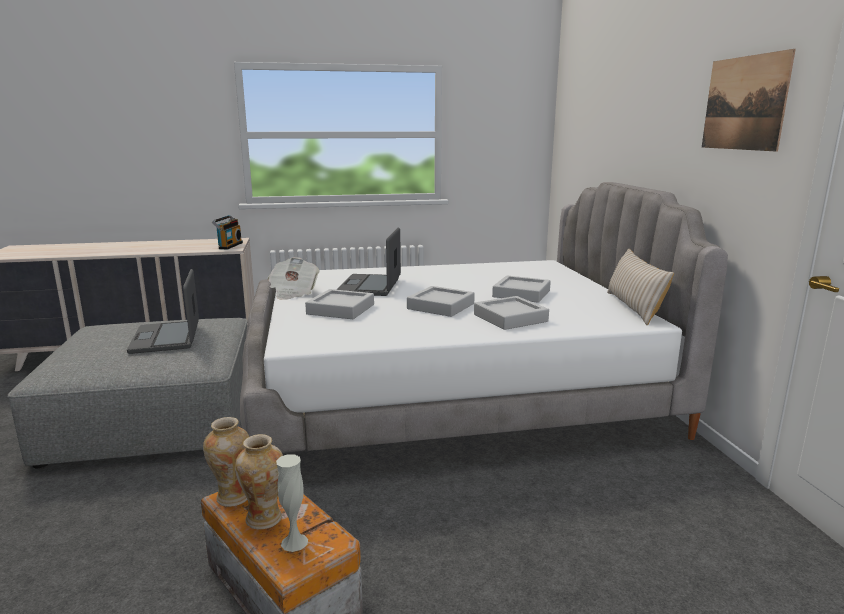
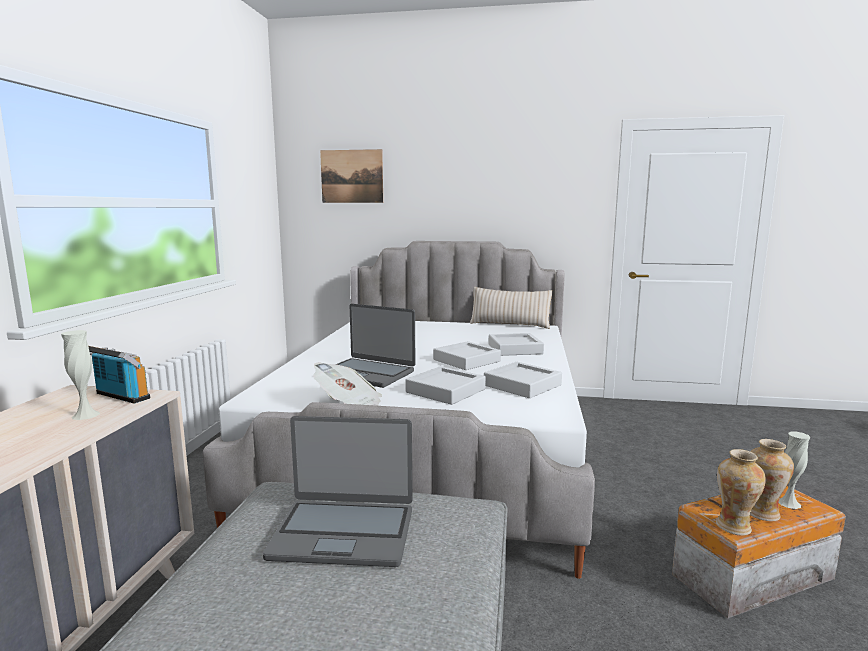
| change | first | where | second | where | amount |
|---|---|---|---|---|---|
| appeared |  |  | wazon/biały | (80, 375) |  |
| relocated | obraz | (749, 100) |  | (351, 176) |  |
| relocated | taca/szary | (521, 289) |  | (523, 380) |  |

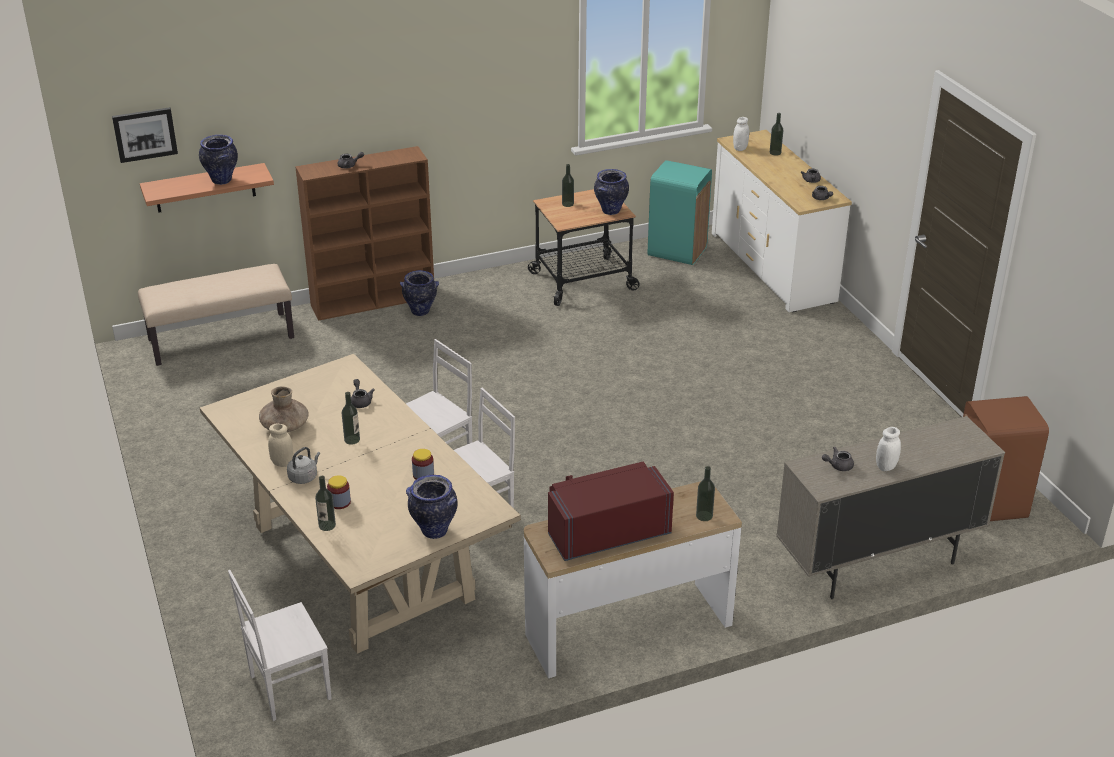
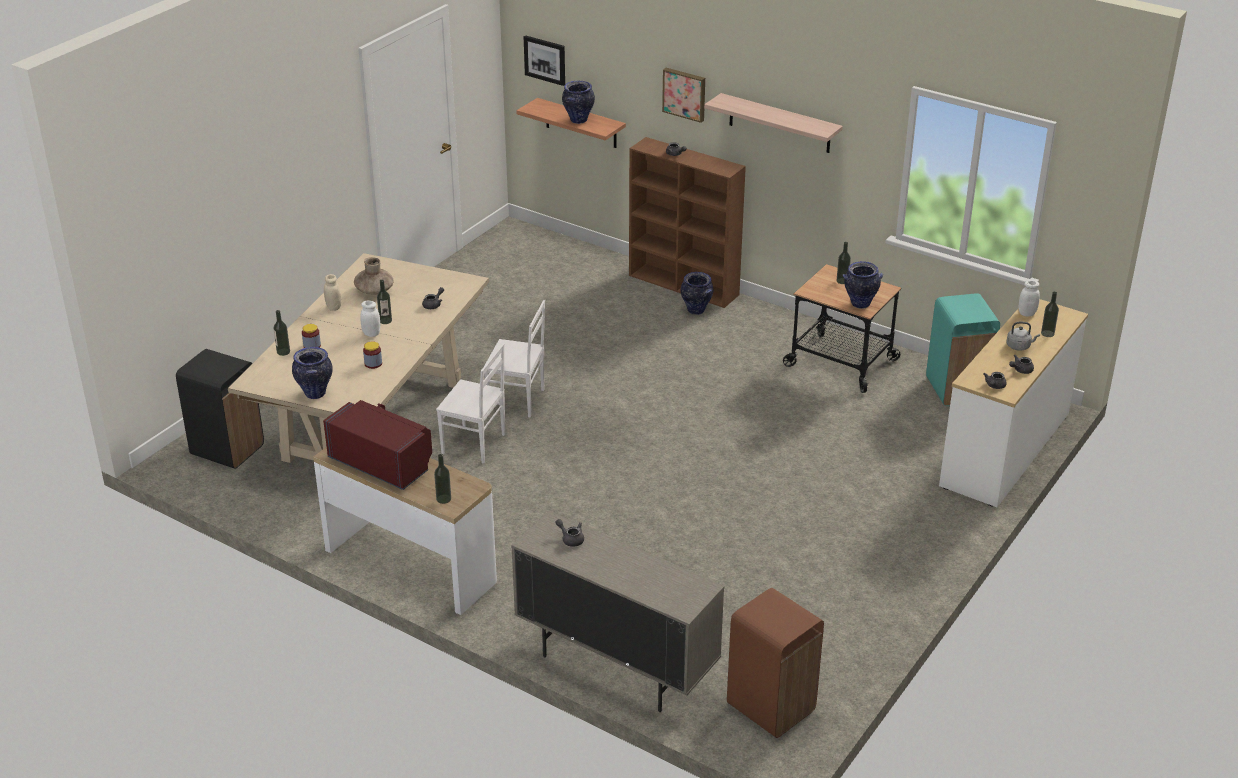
| change | first | where | second | where | amount |
|---|---|---|---|---|---|
| exchanged | krzesło/biały | (280, 645) | kosz na śmieci/czarny | (220, 409) |  |
| relocated | słoik/biały | (888, 449) |  | (370, 318) |  |
| appeared |  |  | obraz | (683, 95) |  |
| appeared |  |  | półka | (773, 123) |  |
| relocated | czajnik/szary | (303, 465) |  | (1023, 336) |  |
| missing | ławka/beżowy | (216, 315) |  |  |  |

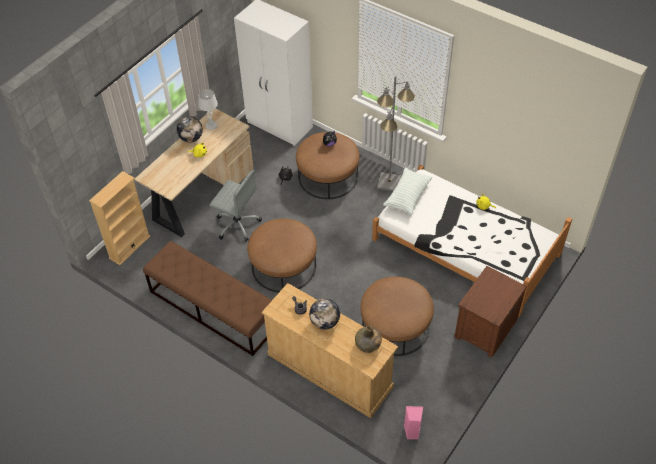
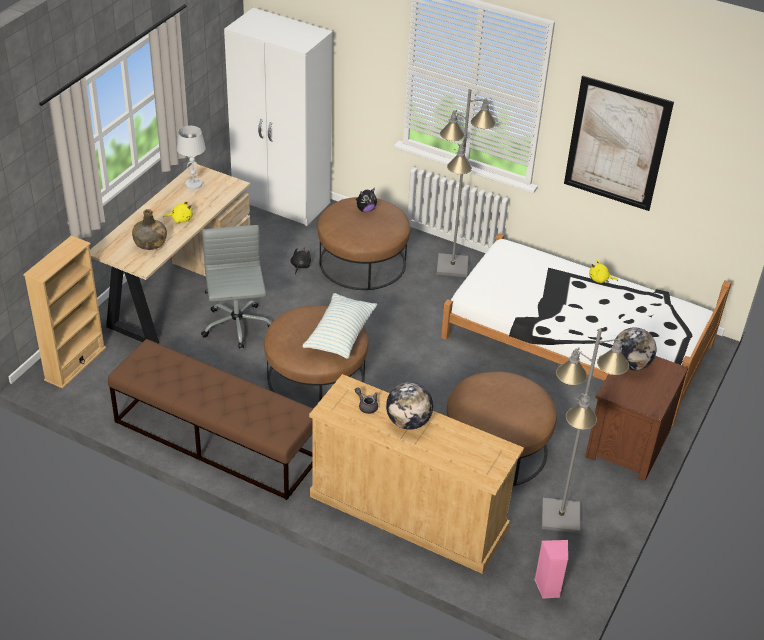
| change | first | where | second | where | amount |
|---|---|---|---|---|---|
| relocated | butelka/zielony | (368, 339) |  | (149, 229) |  |
| spun | krzesło biurowe/szary | (235, 205) |  | (236, 287) | 120 degrees counterclockwise |
| relocated | poduszka | (407, 191) |  | (340, 326) |  |
| appeared |  |  | lampa stojąca/szary | (585, 431) |  |
| appeared |  |  | obraz | (619, 143) |  |
| relocated | globus | (190, 129) |  | (635, 349) |  |

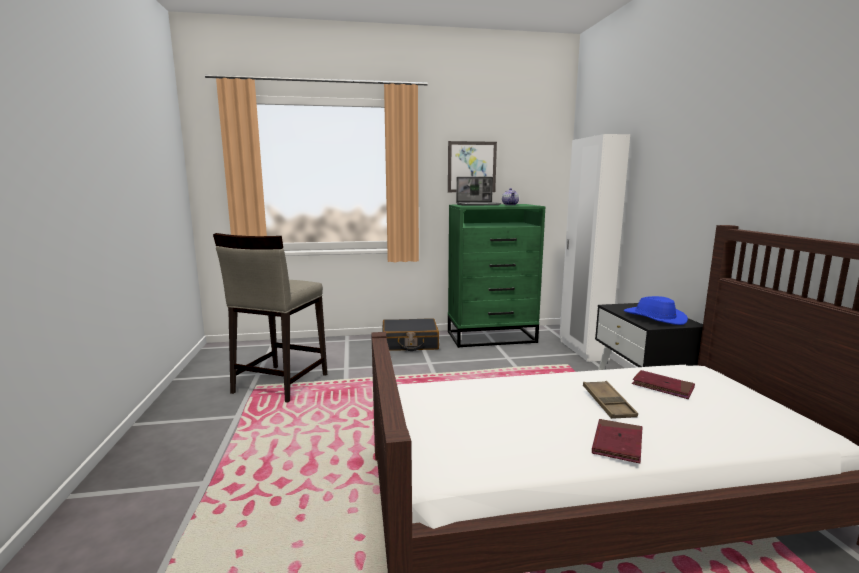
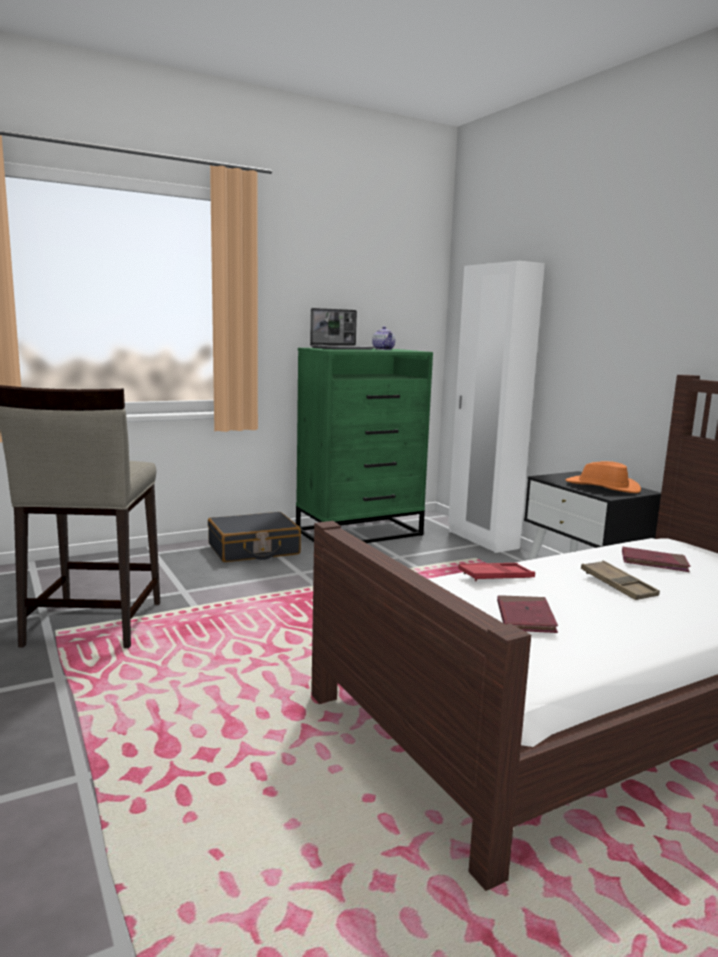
| change | first | where | second | where | amount |
|---|---|---|---|---|---|
| appeared |  |  | taca/czerwony | (496, 572) |  |
| relocated | książka/czerwony | (617, 441) |  | (527, 614) |  |
| colour | kapelusz/niebieski | (656, 310) | kapelusz/pomarańczowy | (603, 477) |  |
| missing | obraz | (472, 166) |  |  |  |

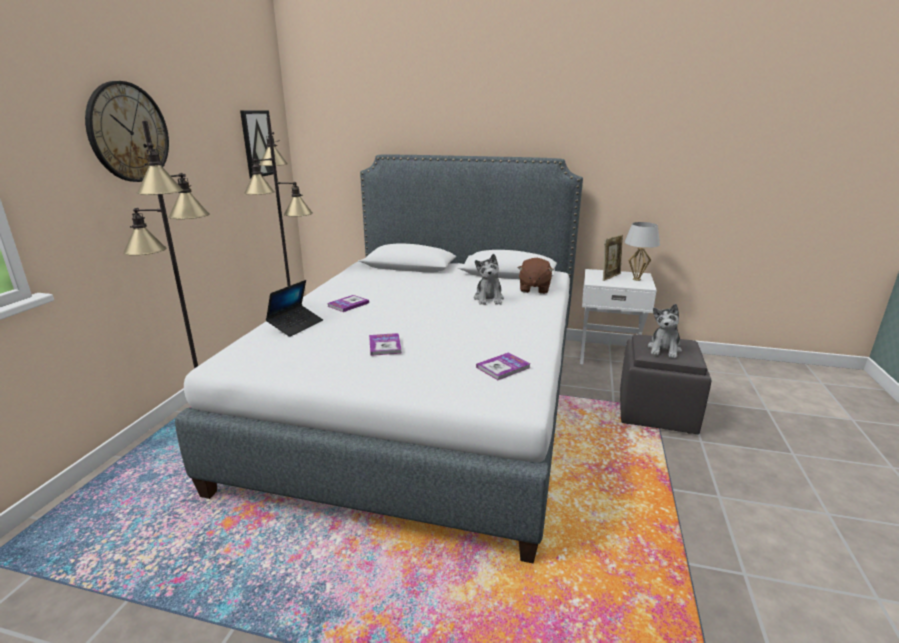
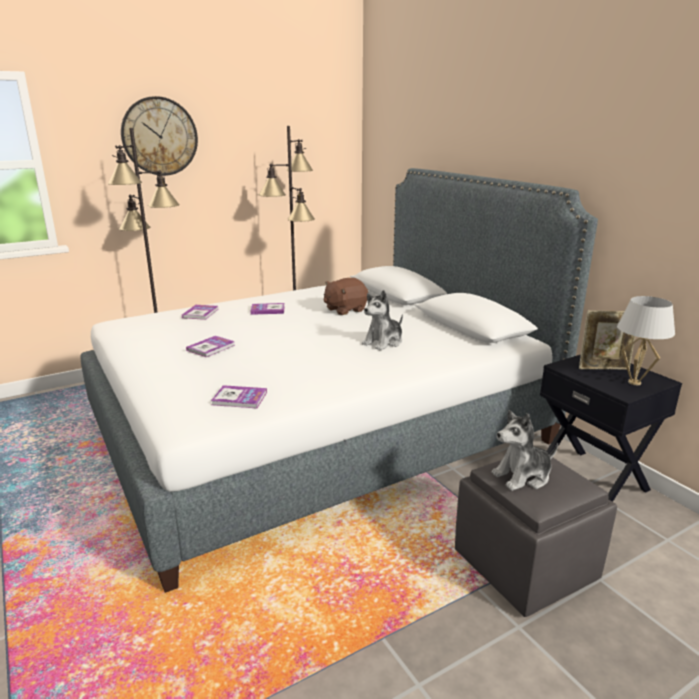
| change | first | where | second | where | amount |
|---|---|---|---|---|---|
| exchanged | laptop | (294, 308) | książka | (200, 312) |  |
| relocated | pluszak/brązowy | (536, 276) |  | (346, 296) |  |
| colour | szafka nocna/biały | (618, 316) | szafka nocna/czarny | (611, 428) |  |
| missing | obraz | (256, 144) |  |  |  |

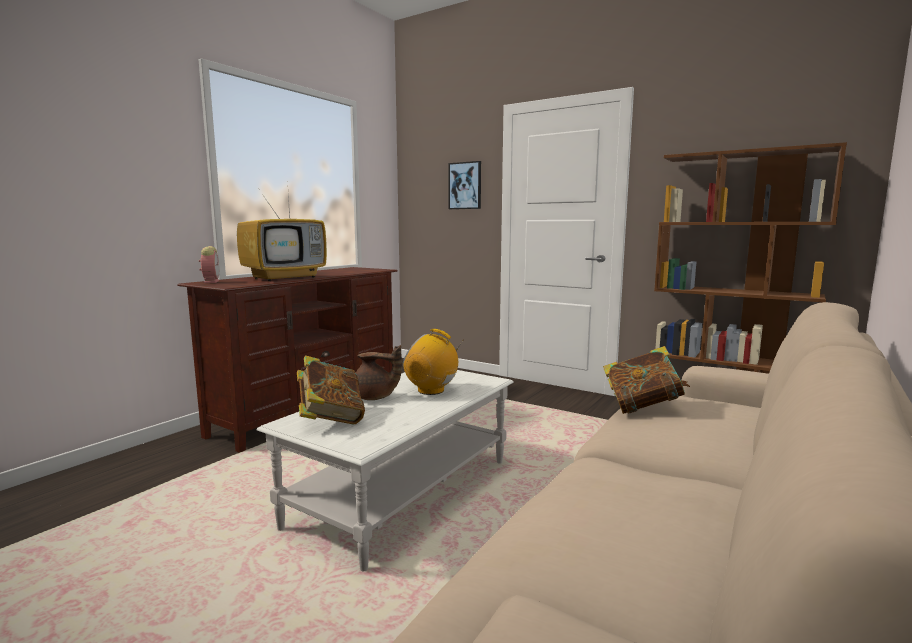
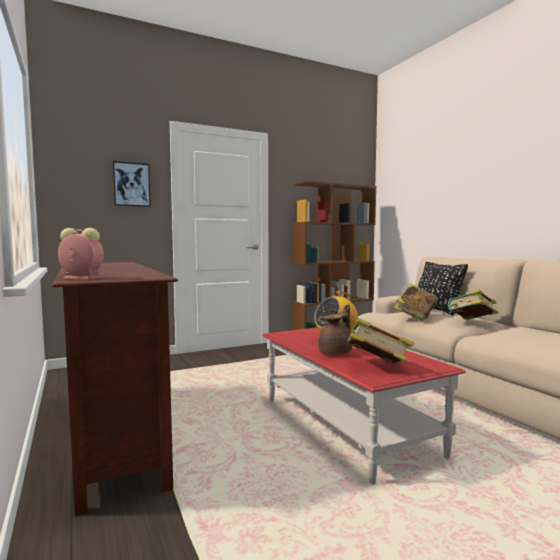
| change | first | where | second | where | amount |
|---|---|---|---|---|---|
| colour | ława/biały | (385, 471) | ława/czerwony | (364, 406) |  |
| appeared |  |  | poduszka/czarny | (443, 288) |  |
| appeared |  |  | książka | (473, 305) |  |
| missing | telewizor | (282, 230) |  |  |  |

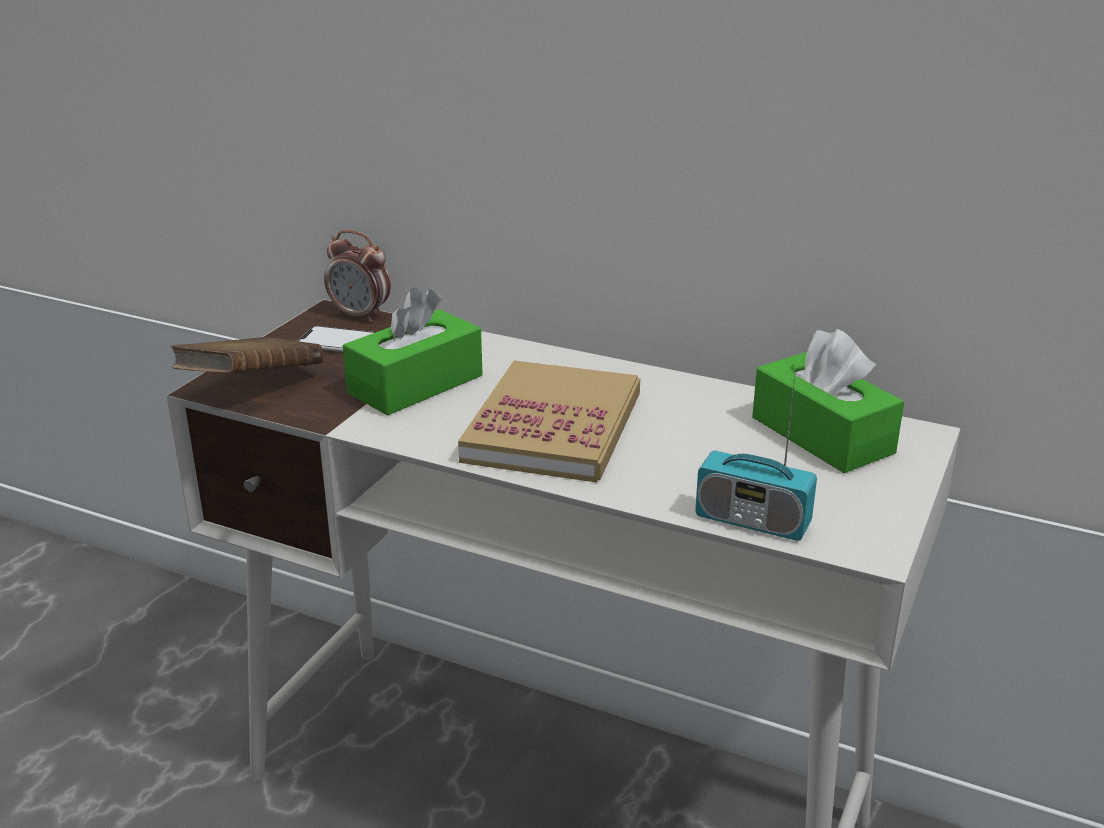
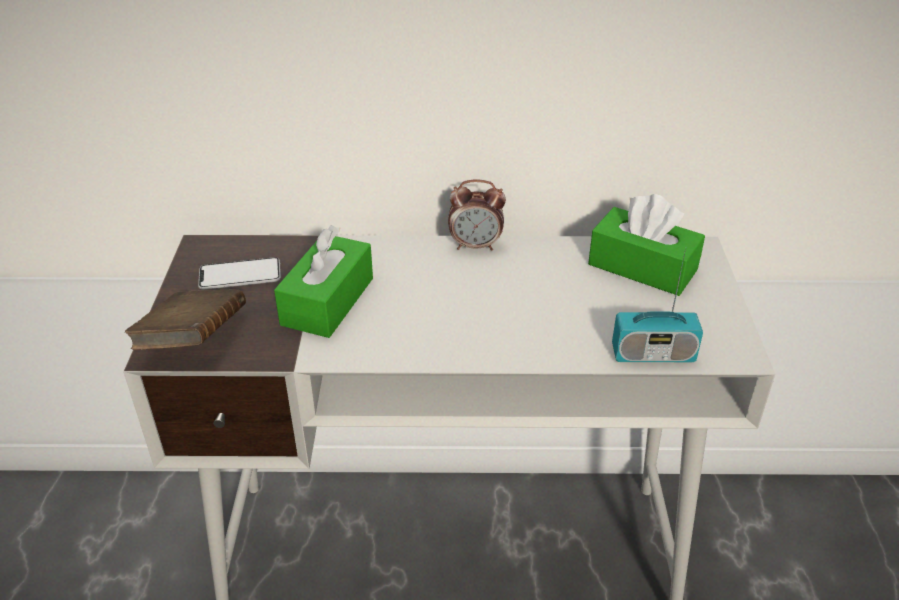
| change | first | where | second | where | amount |
|---|---|---|---|---|---|
| relocated | budzik | (357, 276) |  | (477, 215) |  |
| missing | książka | (549, 421) |  |  |  |

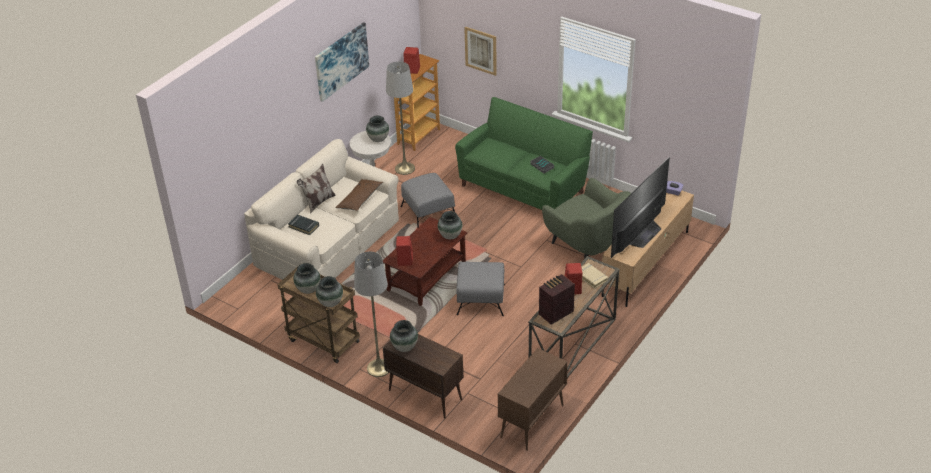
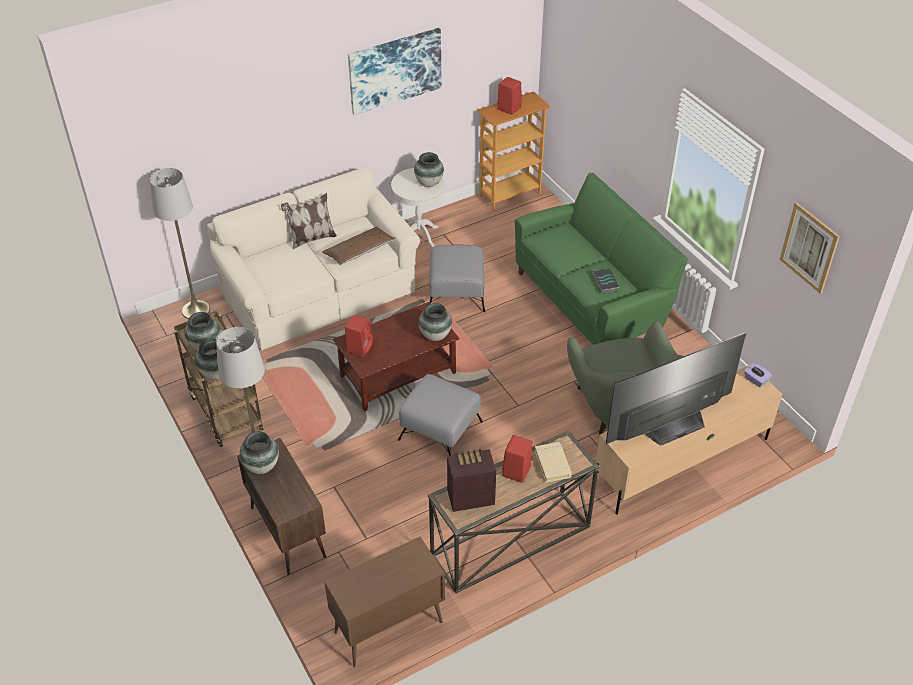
| change | first | where | second | where | amount |
|---|---|---|---|---|---|
| relocated | lampa stojąca/szary | (400, 118) |  | (180, 243) |  |
| relocated | obraz | (480, 51) |  | (810, 248) |  |
| missing | książka/czarny | (303, 225) |  |  |  |

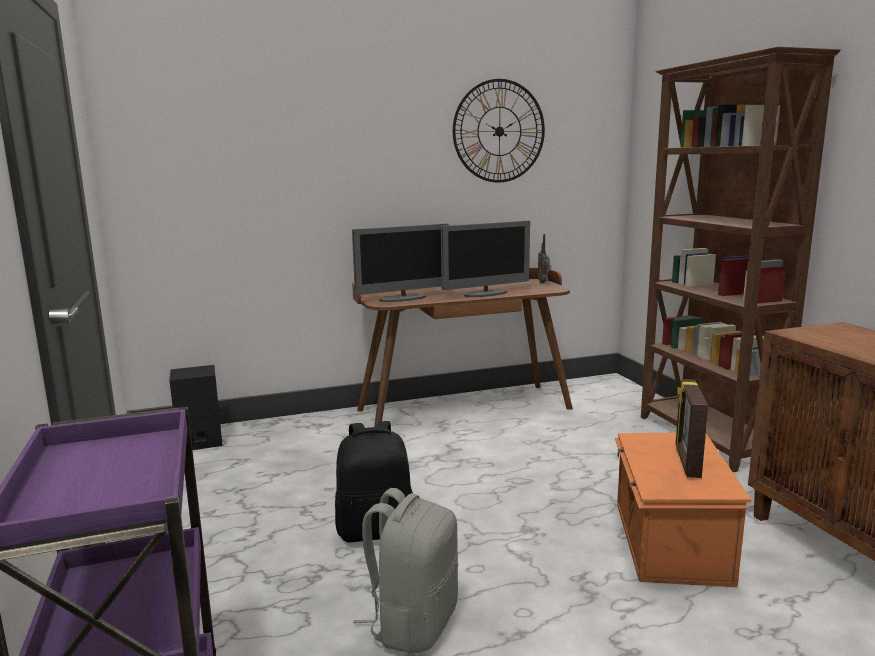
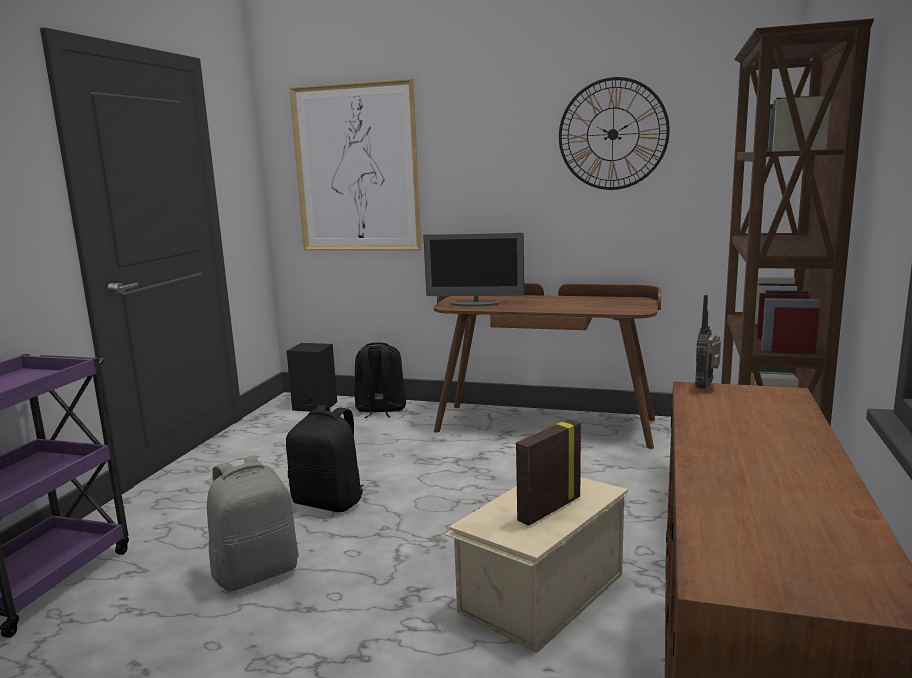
| change | first | where | second | where | amount |
|---|---|---|---|---|---|
| appeared |  |  | obraz | (355, 164) |  |
| appeared |  |  | plecak/czarny | (380, 380) |  |
| colour | pojemnik do przechowywania/pomarańczowy | (683, 510) | pojemnik do przechowywania/beżowy | (536, 565) |  |
| relocated | radio | (544, 258) |  | (708, 342) |  |
| missing | monitor | (485, 259) |  |  |  |

